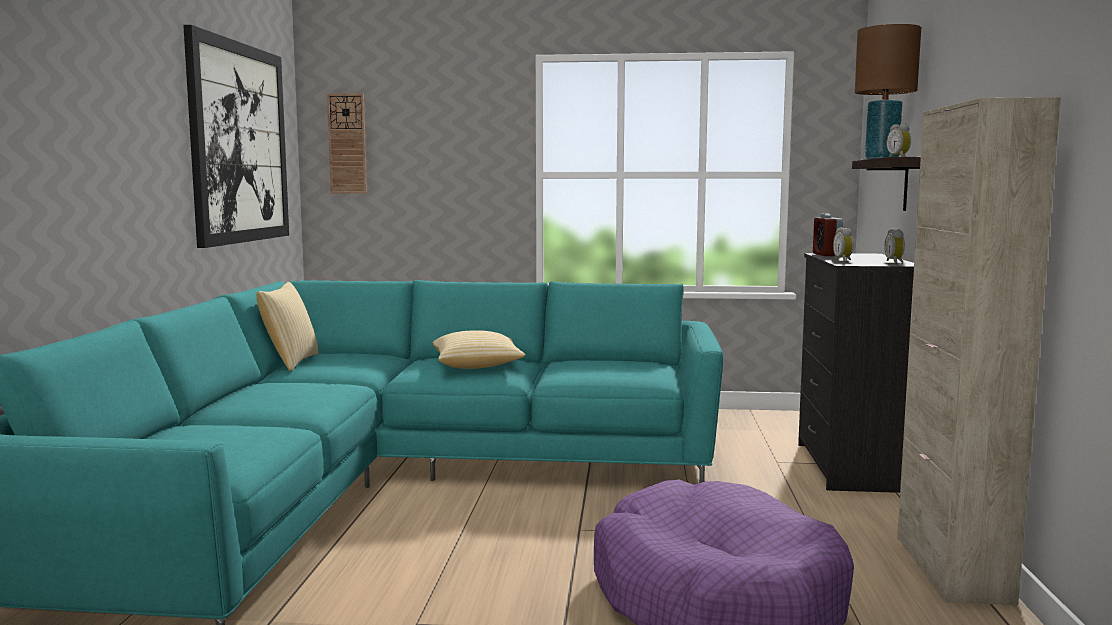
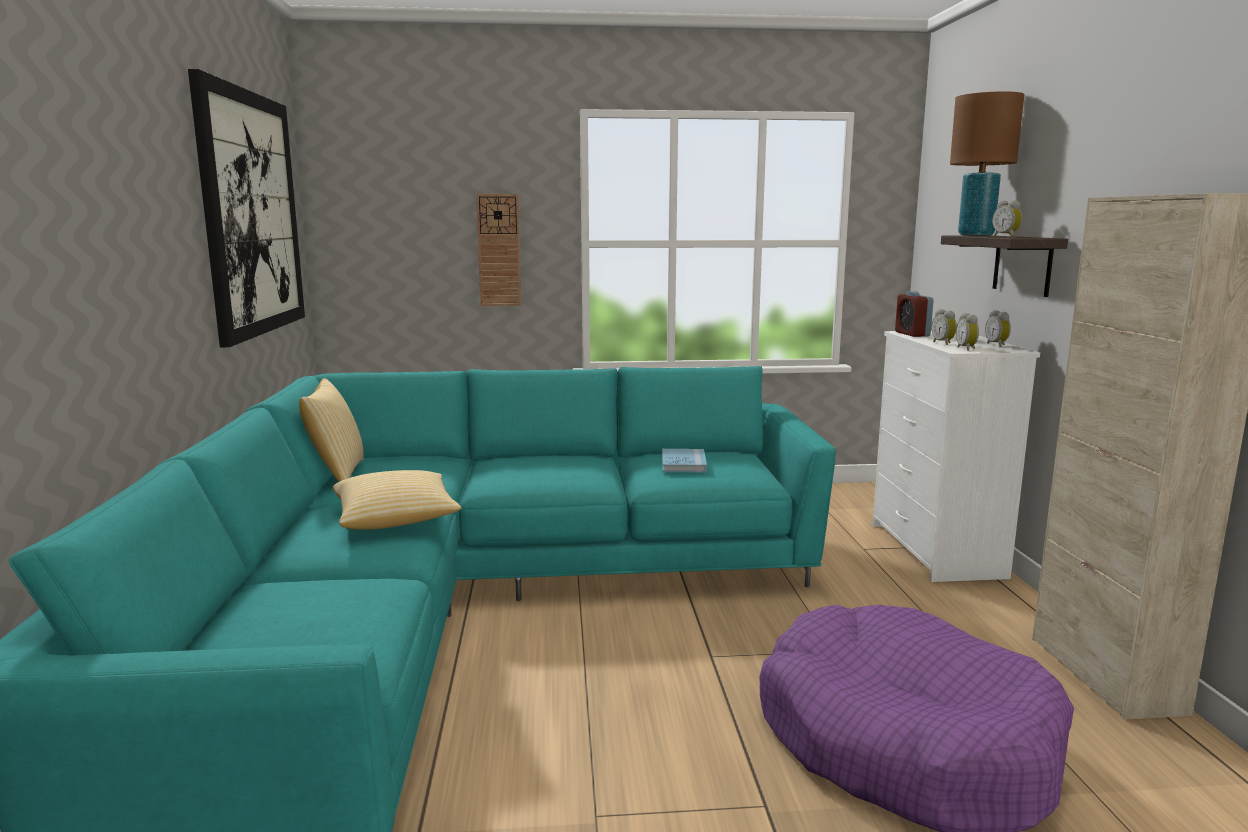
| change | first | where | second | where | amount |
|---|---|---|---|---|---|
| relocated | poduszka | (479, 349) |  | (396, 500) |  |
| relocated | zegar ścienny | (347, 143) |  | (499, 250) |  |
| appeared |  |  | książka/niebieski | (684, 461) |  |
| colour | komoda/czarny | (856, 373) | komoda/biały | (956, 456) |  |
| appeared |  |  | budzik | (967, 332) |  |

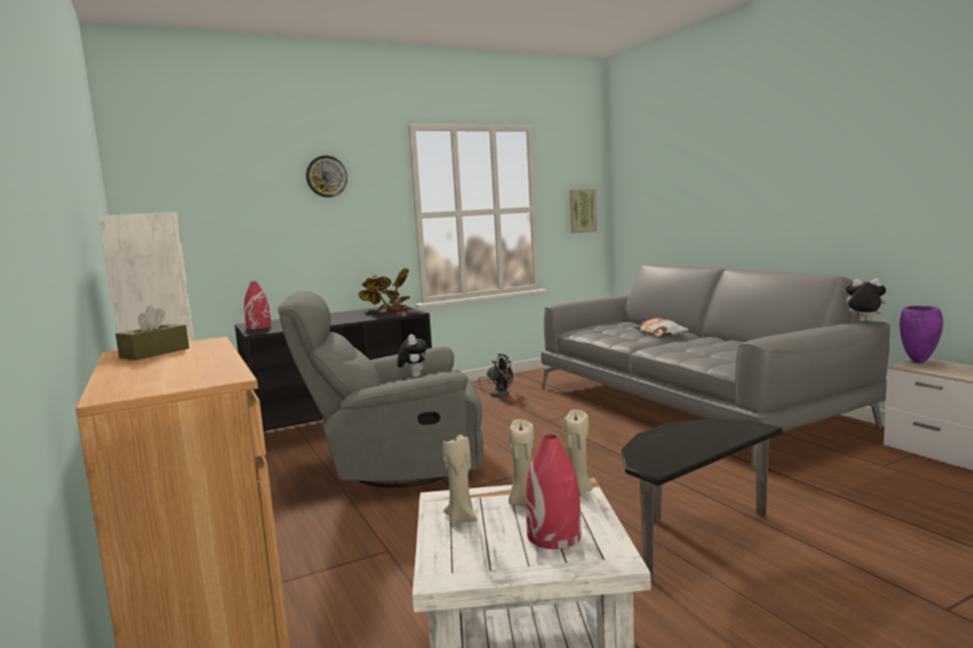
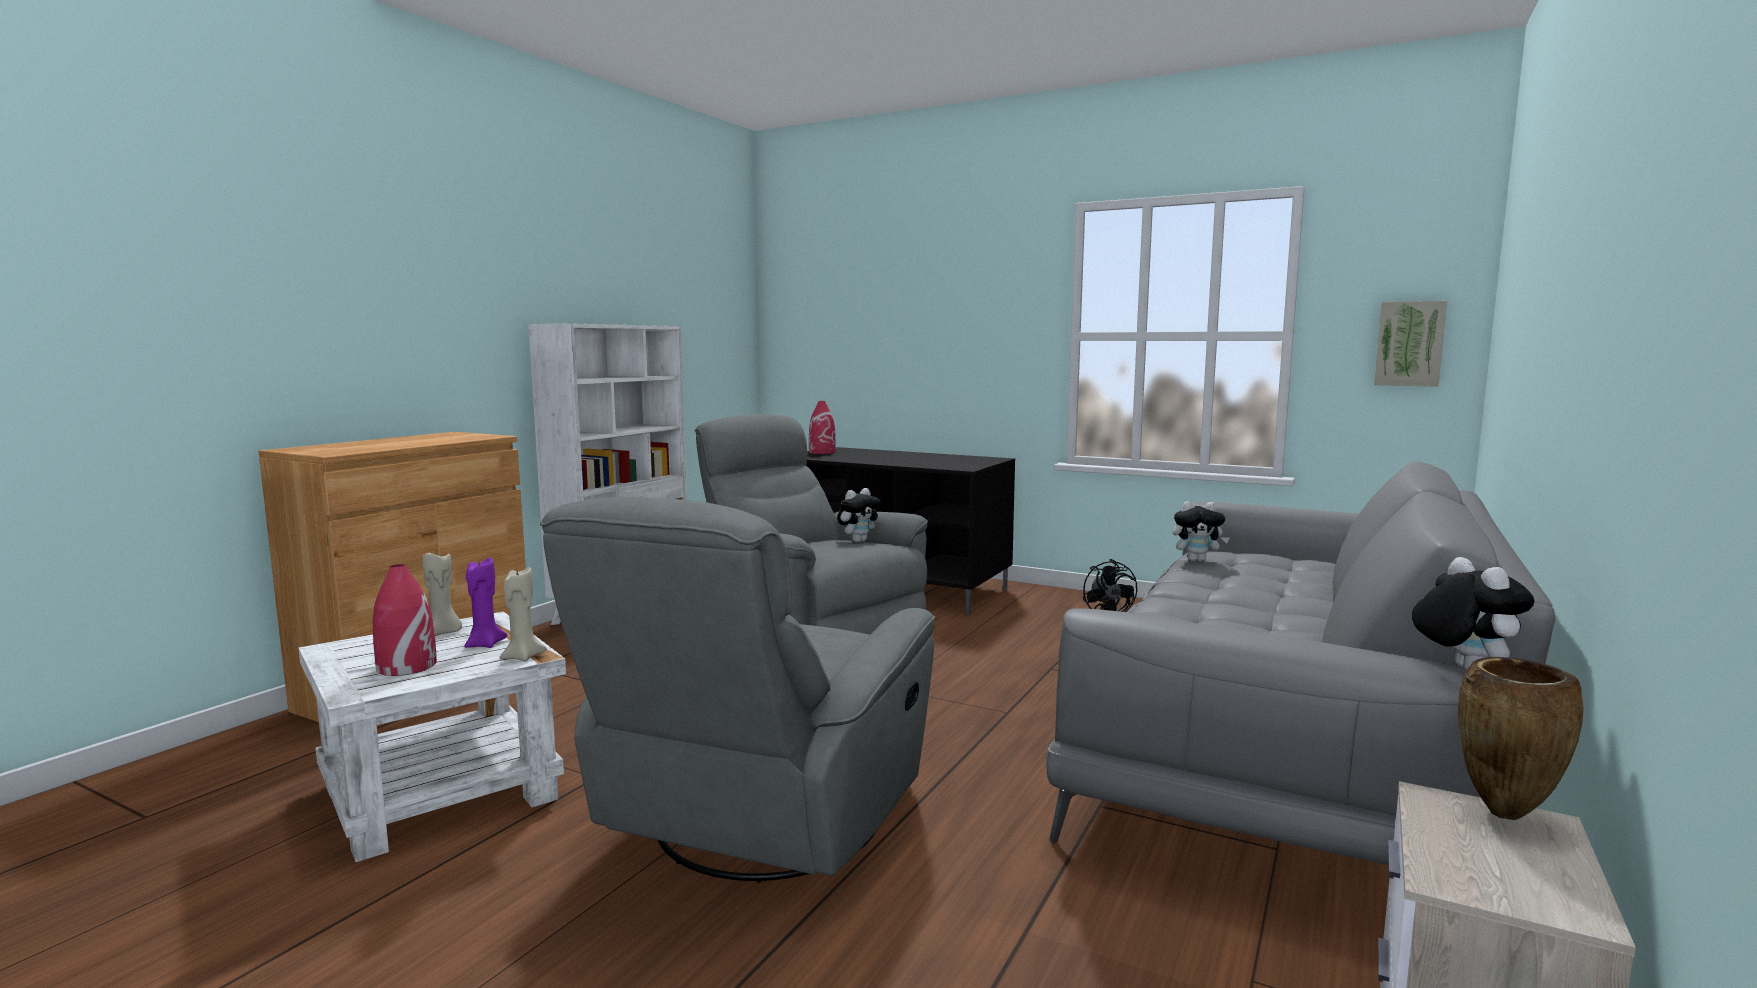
| change | first | where | second | where | amount |
|---|---|---|---|---|---|
| colour | świeca/beżowy | (521, 463) | świeca/fioletowy | (485, 603) |  |
| exchanged | stolik | (702, 499) | fotel/szary | (737, 690) |  |
| appeared |  |  | pluszak | (1201, 531) |  |
| colour | wazon/fioletowy | (921, 334) | wazon/brązowy | (1520, 738) |  |
| missing | pudełko chusteczek/brązowy | (152, 332) |  |  |  |
| missing | zegar ścienny | (327, 177) |  |  |  |
| missing | roślina doniczkowa | (384, 290) |  |  |  |
| missing | poduszka | (661, 327) |  |  |  |

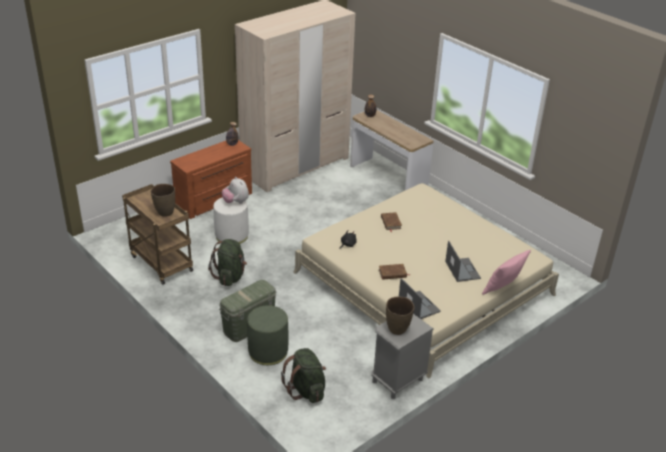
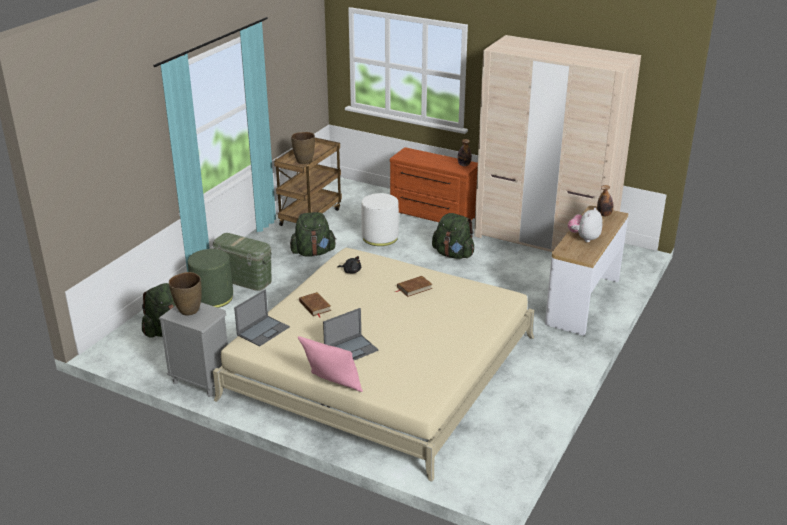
| change | first | where | second | where | amount |
|---|---|---|---|---|---|
| appeared |  |  | plecak/zielony | (453, 236) |  |
| relocated | pluszak | (235, 190) |  | (585, 225) |  |

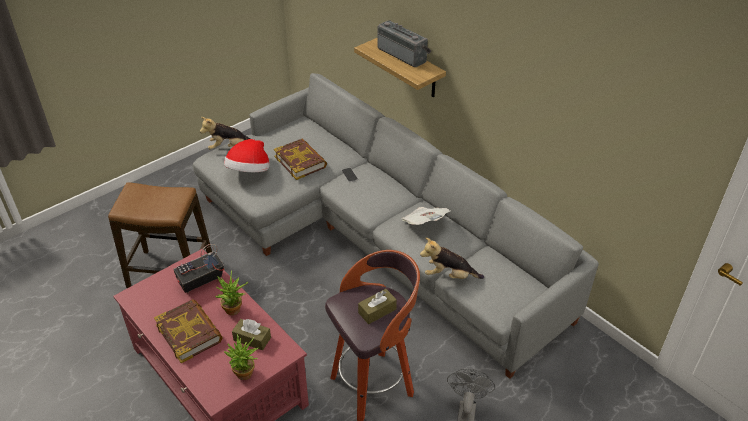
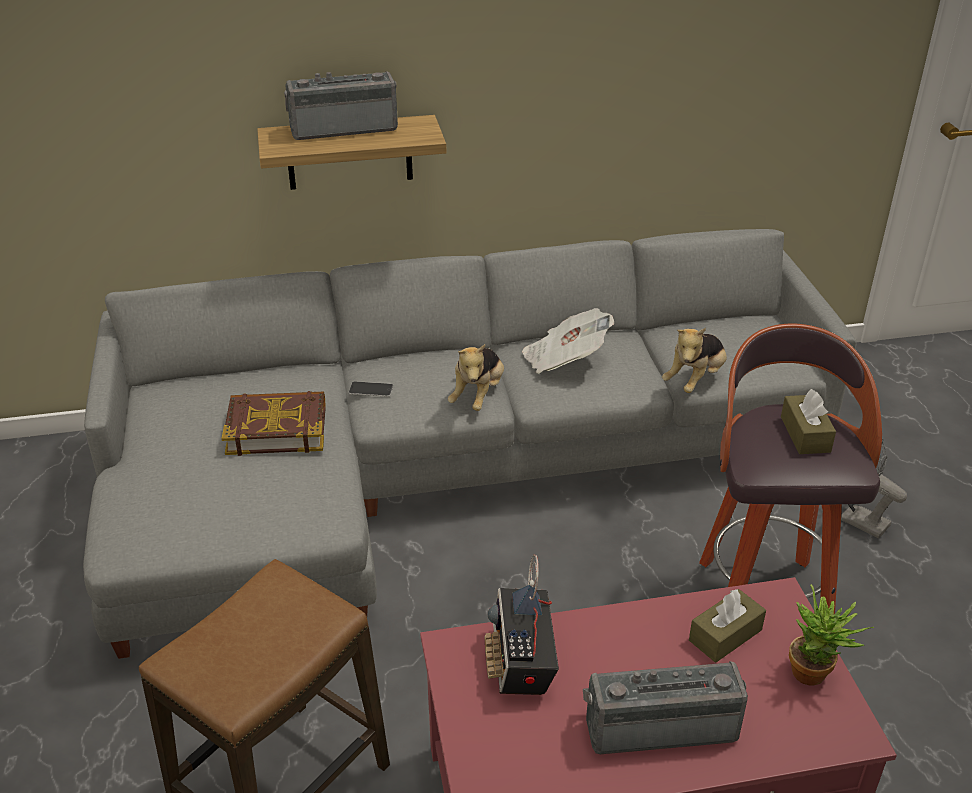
| change | first | where | second | where | amount |
|---|---|---|---|---|---|
| relocated | pluszak | (225, 133) |  | (476, 377) |  |
| exchanged | książka | (188, 331) | radio | (665, 707) |  |
| missing | roślina doniczkowa | (231, 292) |  |  |  |
| missing | kapelusz | (246, 155) |  |  |  |

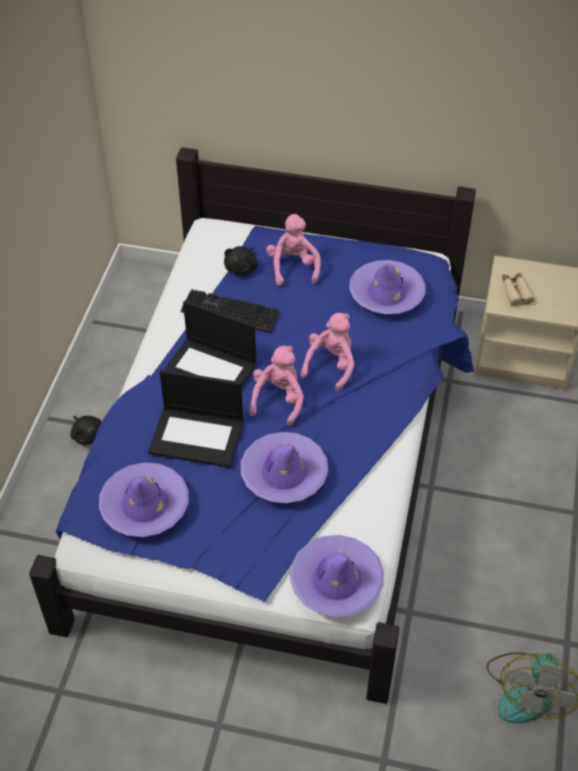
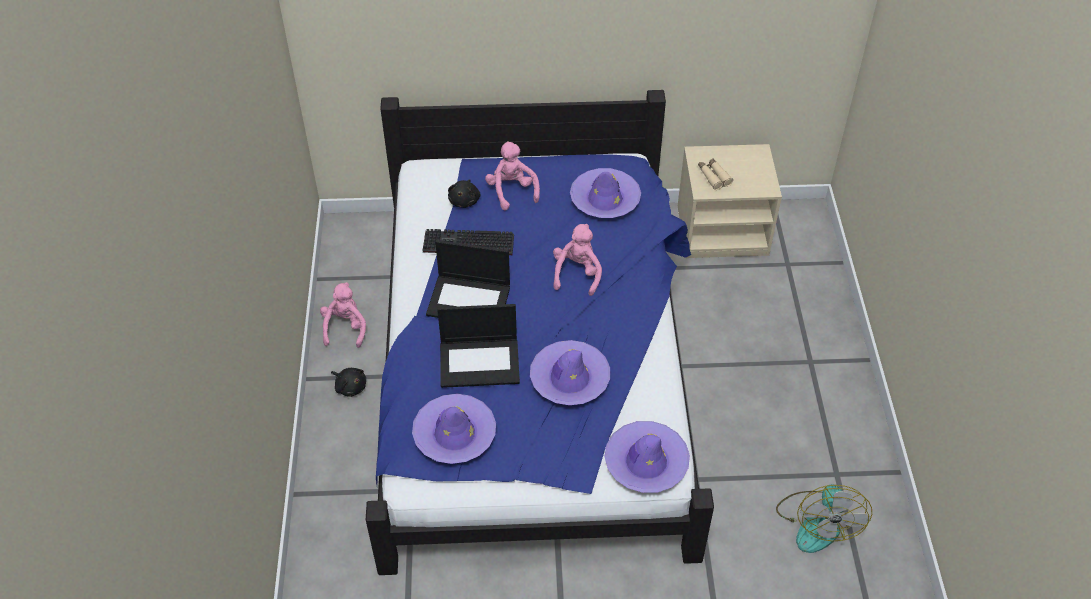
| change | first | where | second | where | amount |
|---|---|---|---|---|---|
| relocated | pluszak/różowy | (276, 386) |  | (343, 315) |  |

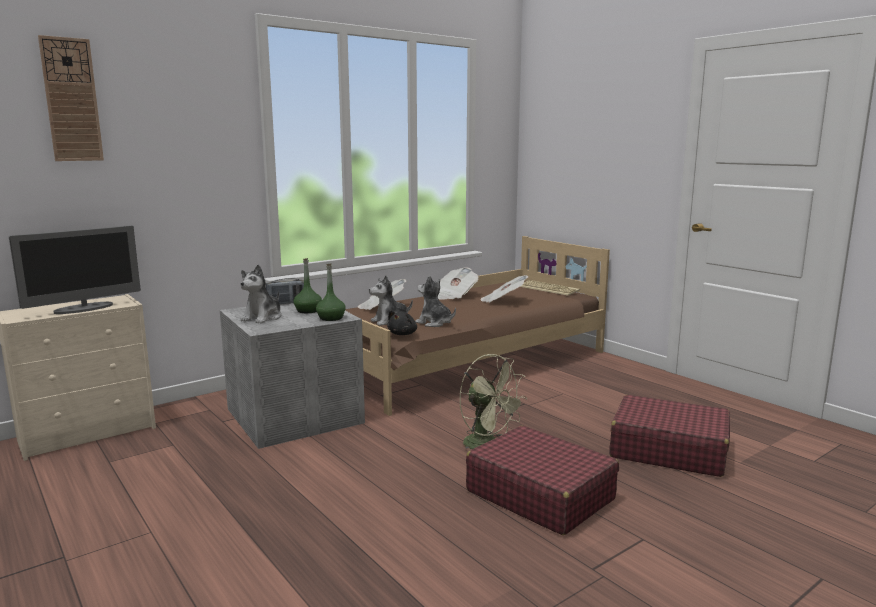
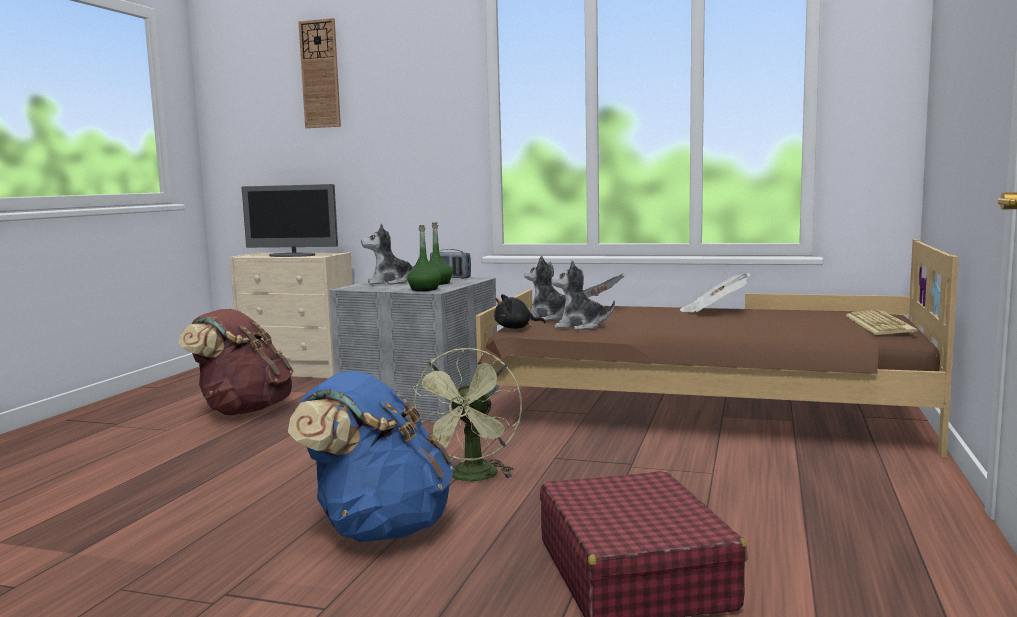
| change | first | where | second | where | amount |
|---|---|---|---|---|---|
| appeared |  |  | plecak/brązowy | (235, 362) |  |
| exchanged | walizka/czerwony | (542, 480) | plecak/niebieski | (371, 456) |  |
| spun | pluszak | (435, 301) |  | (583, 295) | 75 degrees counterclockwise |
| missing | gazeta | (504, 289) |  |  |  |

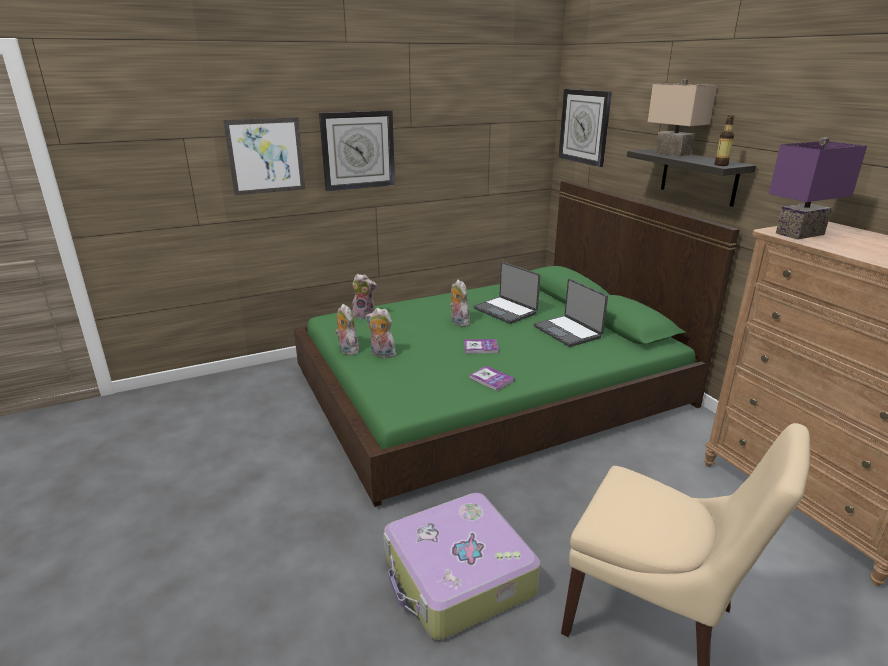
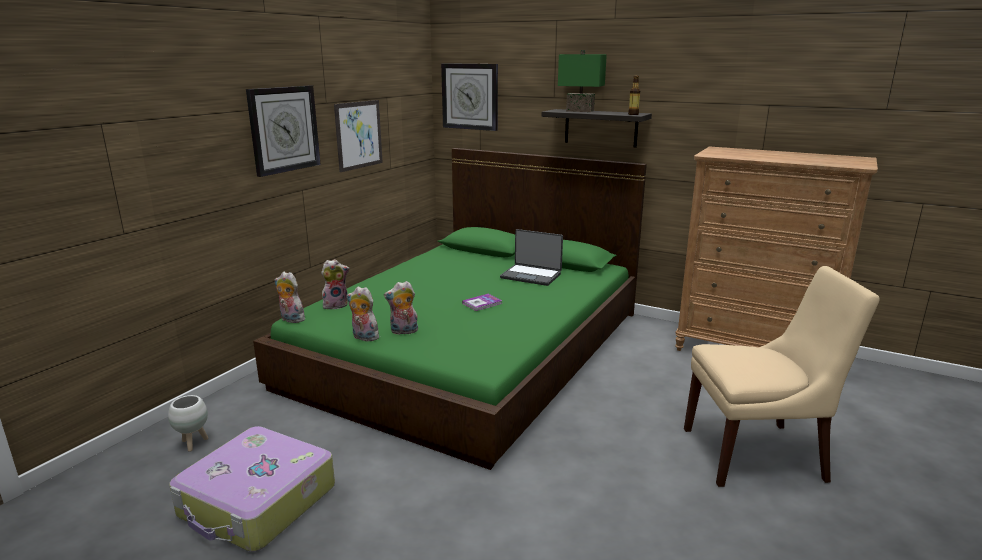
| change | first | where | second | where | amount |
|---|---|---|---|---|---|
| appeared |  |  | donica/biały | (188, 423) |  |
| relocated | walizka | (461, 566) |  | (252, 489) |  |
| relocated | pluszak | (460, 303) |  | (291, 297) |  |
| relocated | obraz | (264, 156) |  | (358, 136) |  |
| colour | lampa stołowa/beżowy | (682, 118) | lampa stołowa/zielony | (582, 81) |  |
| missing | książka | (492, 378) |  |  |  |
| missing | laptop | (506, 293) |  |  |  |
| missing | lampa stołowa/fioletowy | (818, 189) |  |  |  |

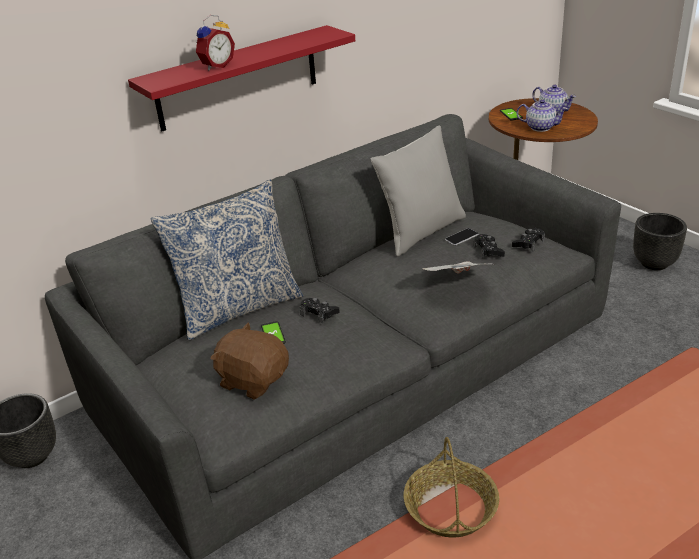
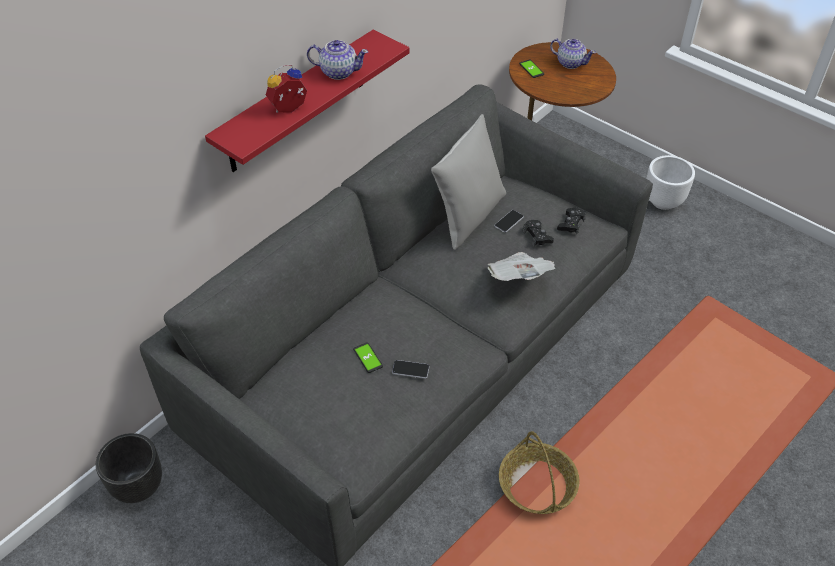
| change | first | where | second | where | amount |
|---|---|---|---|---|---|
| spun | budzik | (215, 42) |  | (286, 89) | 150 degrees counterclockwise |
| relocated | imbryk | (542, 115) |  | (337, 60) |  |
| appeared |  |  | telefon | (411, 369) |  |
| colour | donica/czarny | (660, 241) | donica/biały | (671, 182) |  |
| missing | poduszka | (227, 260) |  |  |  |
| missing | pluszak/brązowy | (250, 360) |  |  |  |
| missing | pad do gier/czarny | (320, 310) |  |  |  |

